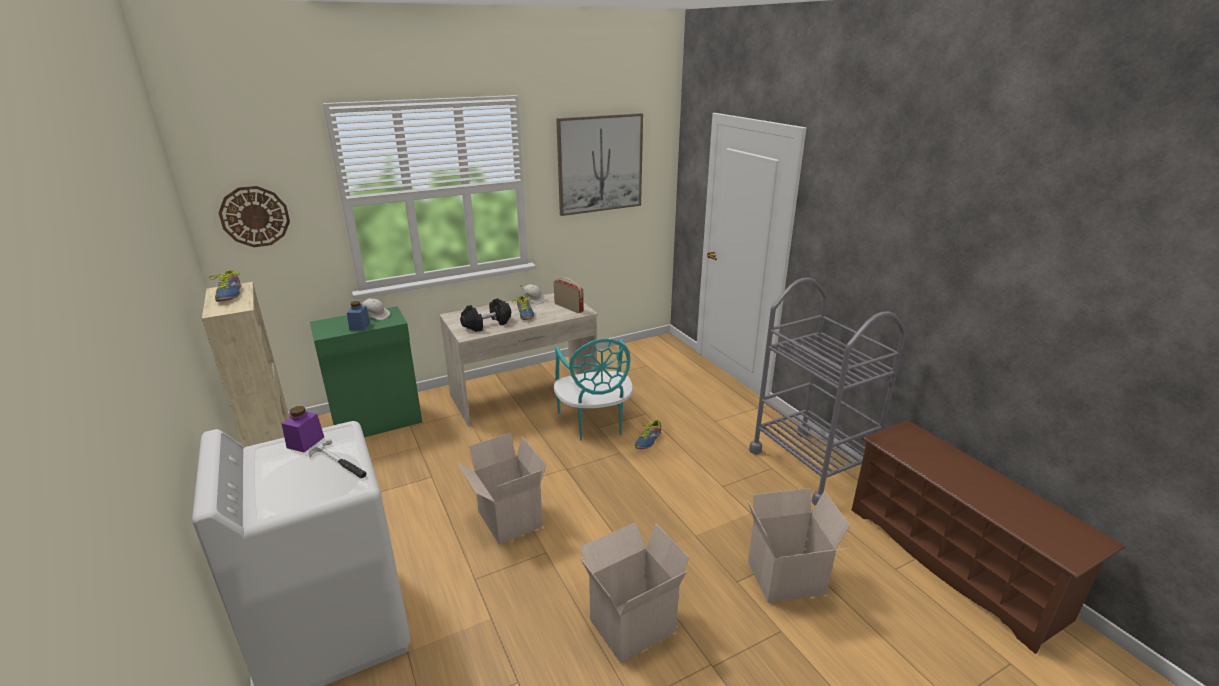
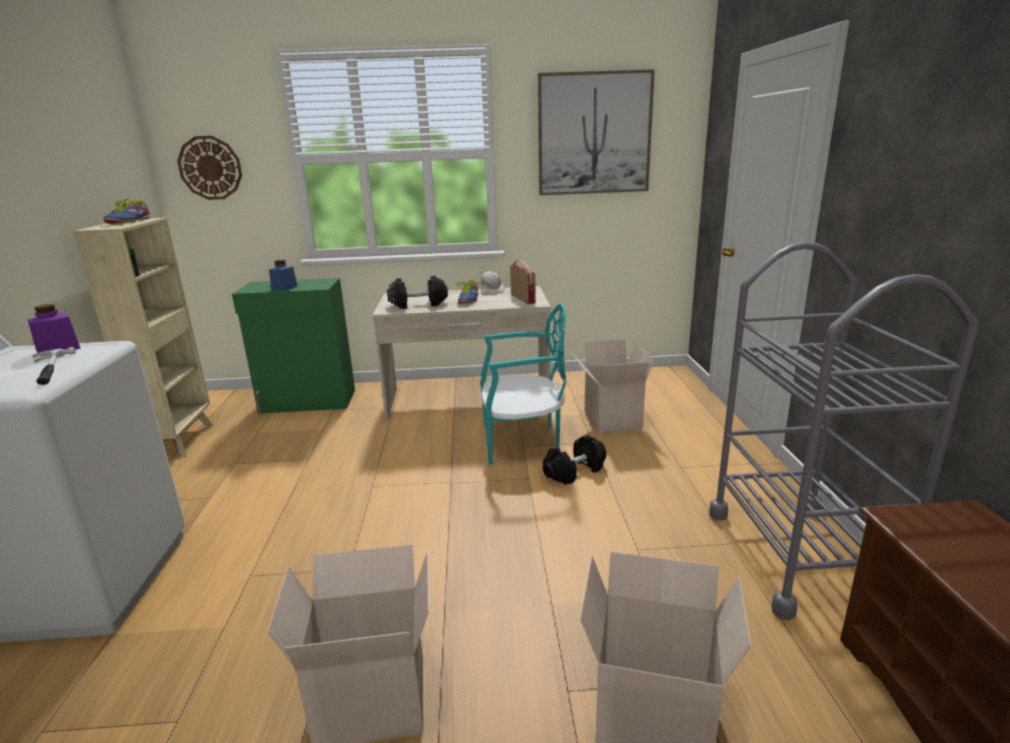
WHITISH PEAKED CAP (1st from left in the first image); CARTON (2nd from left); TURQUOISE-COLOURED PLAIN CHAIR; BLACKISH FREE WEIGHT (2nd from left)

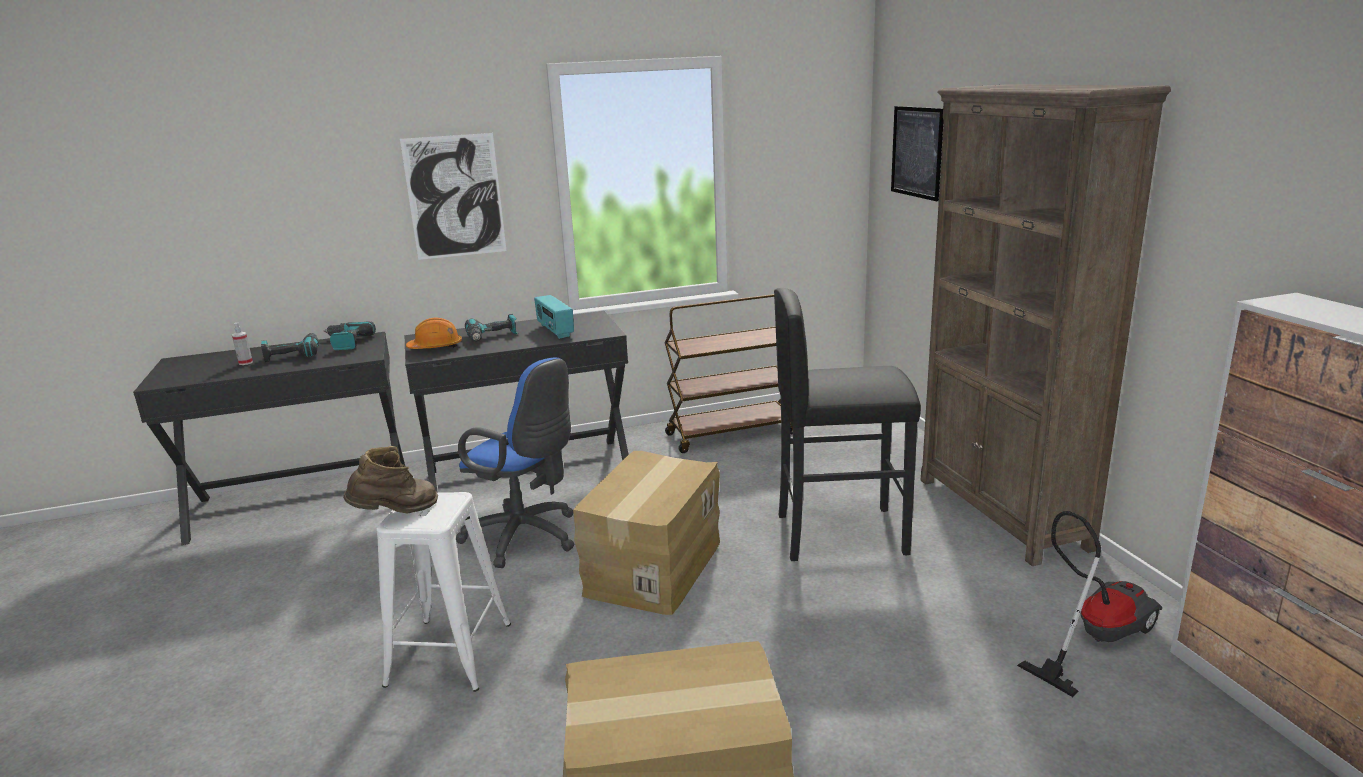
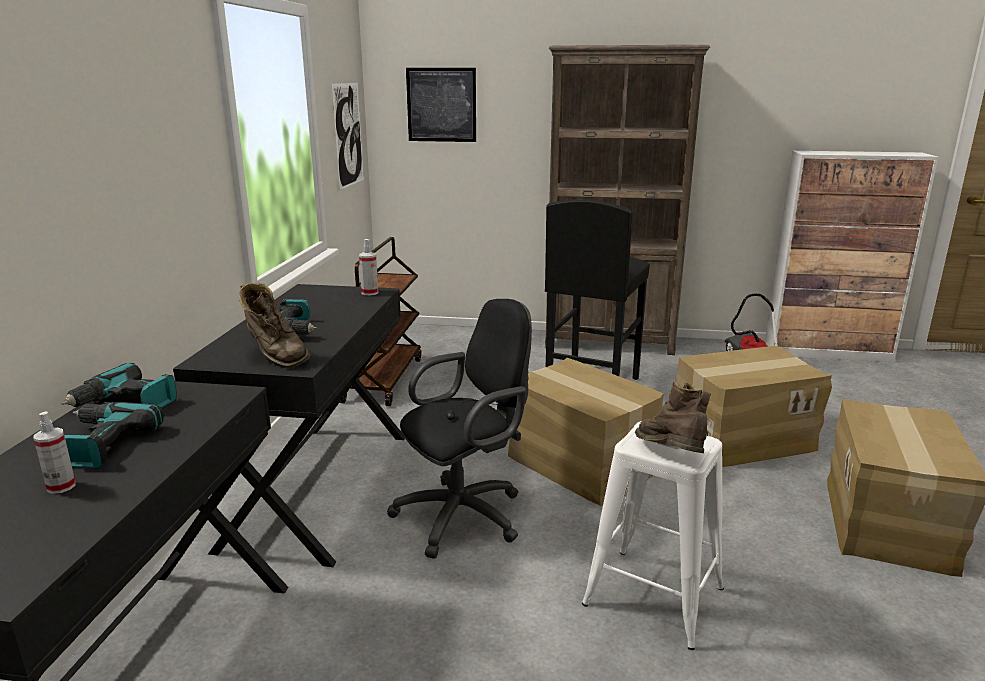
WALL ART (1st from left); BROWN TALL BOOT (1st from left); BLACKISH DESK CHAIR; RADIO RECEIVER; SPRAY BOTTLE (2nd from left); CARTON (2nd from left)

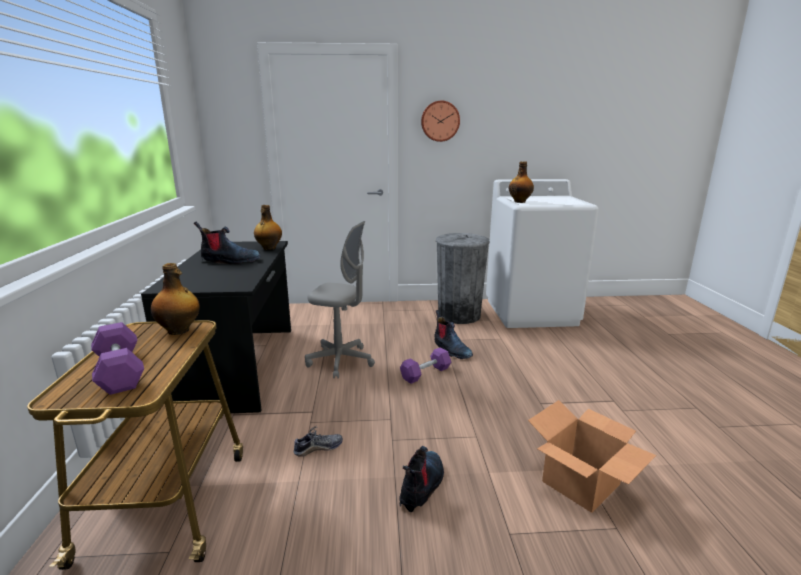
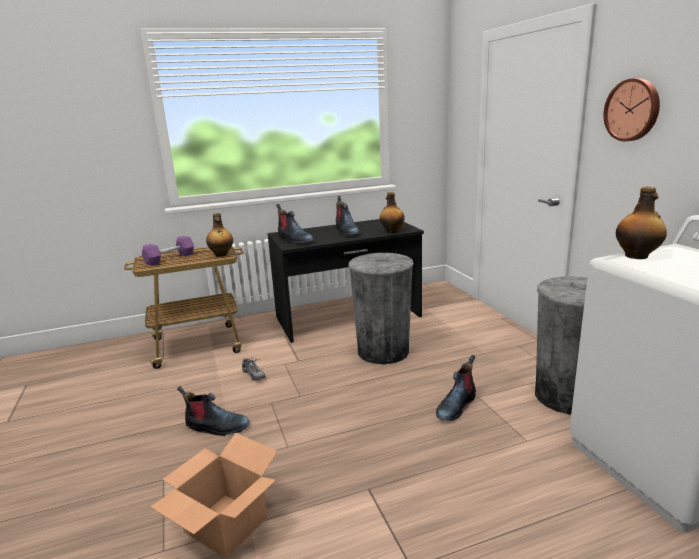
GREY RUBBISH BIN (1st from left); PURPLISH FREE WEIGHT (2nd from left in the first image); TALL BOOT (2nd from left)

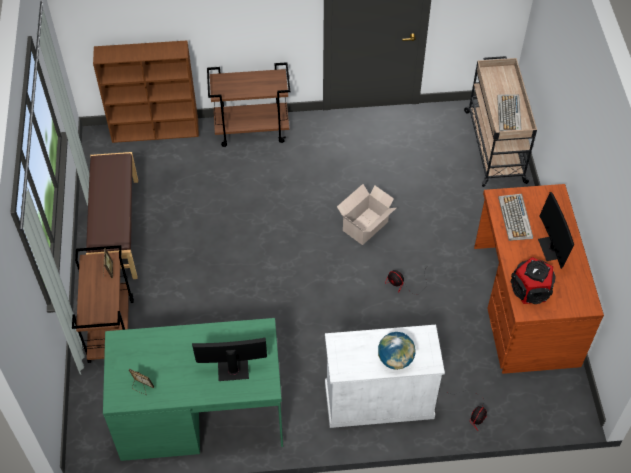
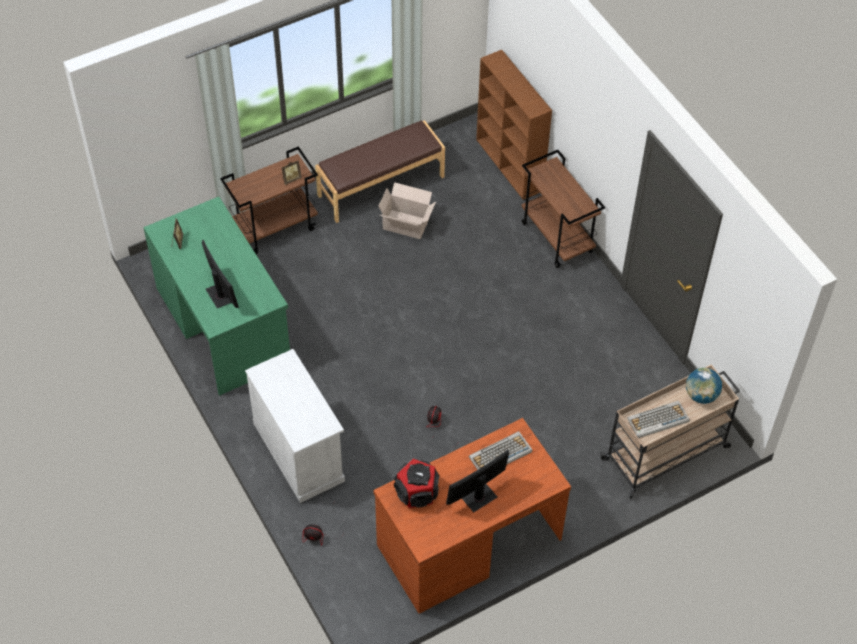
CARTON; DESK GLOBE

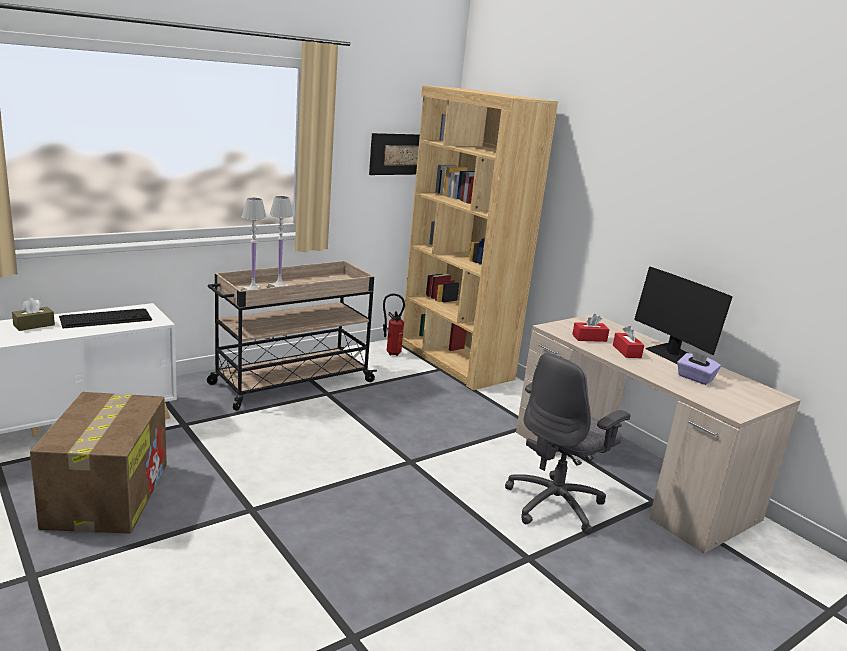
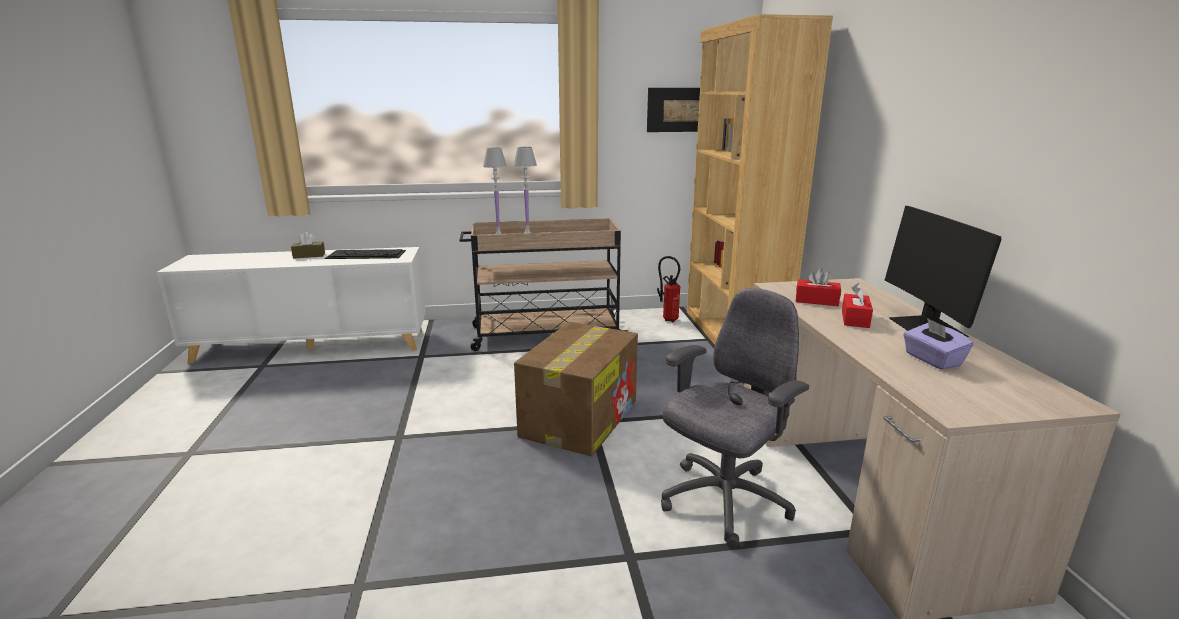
CARTON; GREY DESK CHAIR

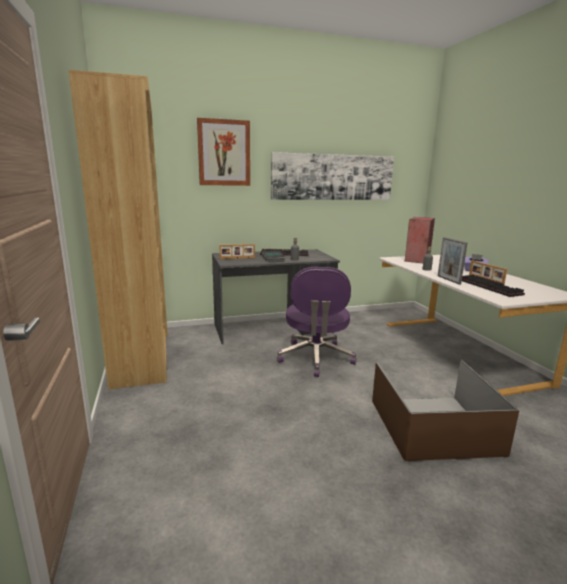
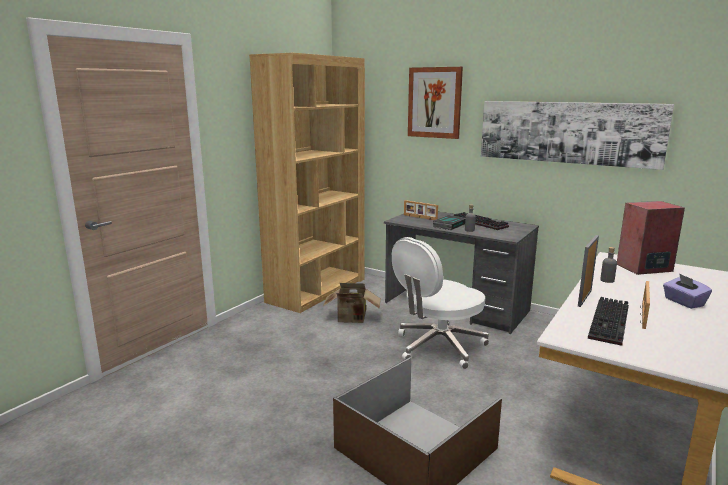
WHITISH DESK CHAIR; CARTON

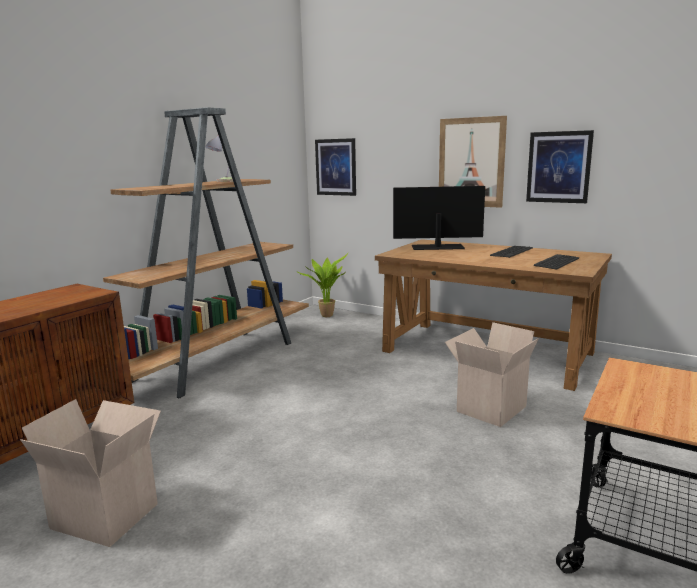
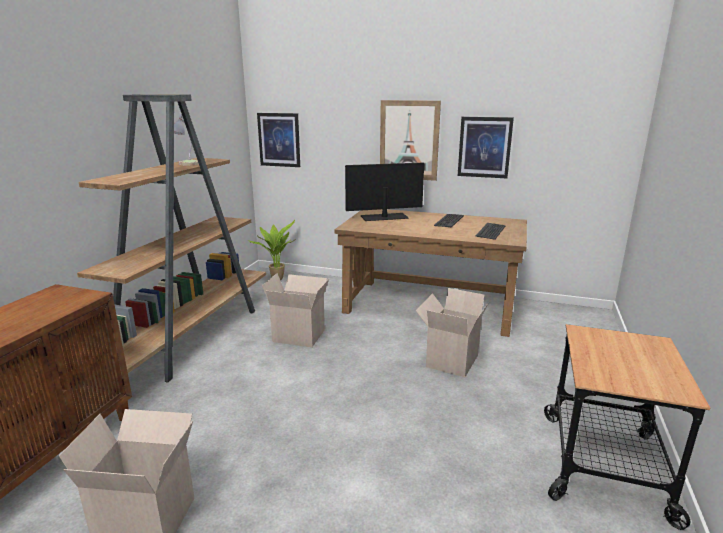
CARTON (2nd from left)

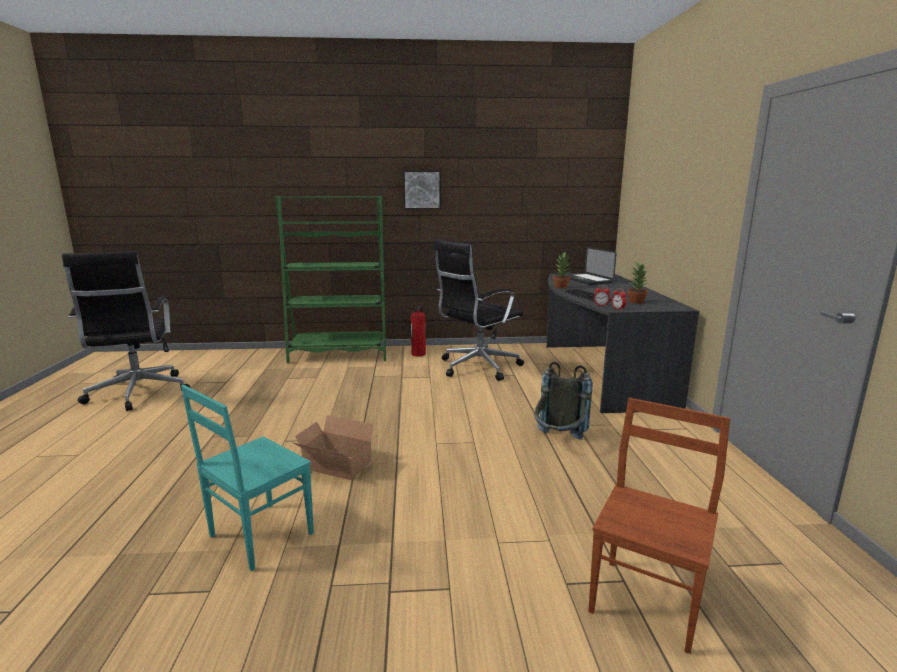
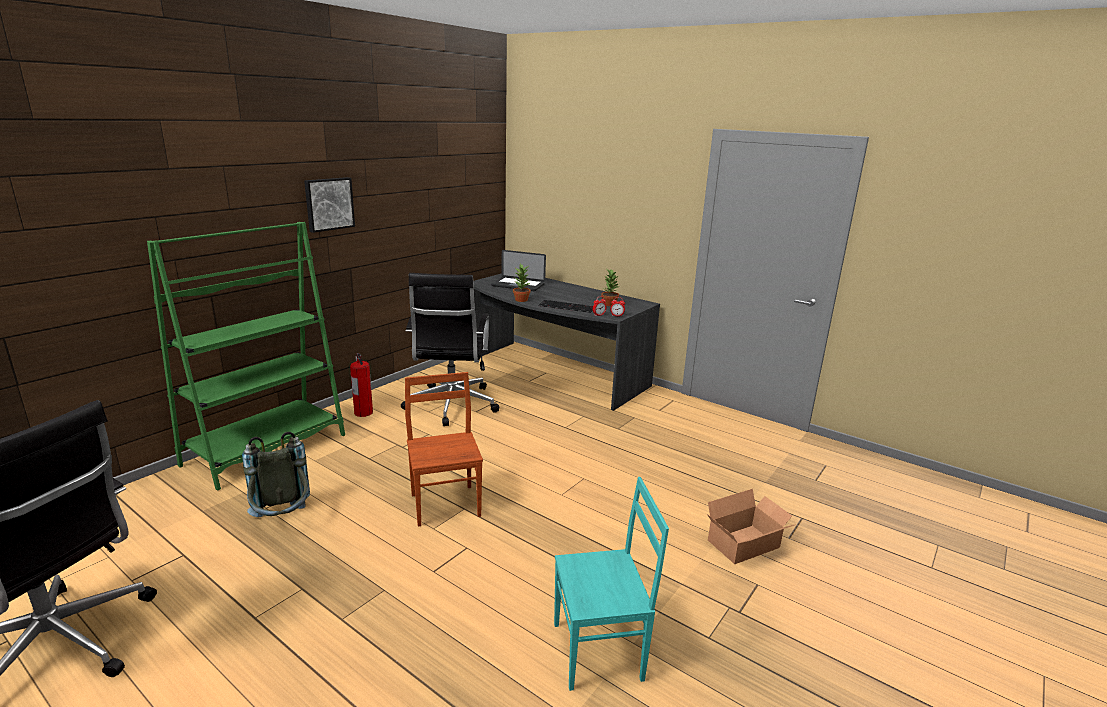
TURQUOISE-COLOURED PLAIN CHAIR; CARTON; GREY KNAPSACK; BROWN PLAIN CHAIR

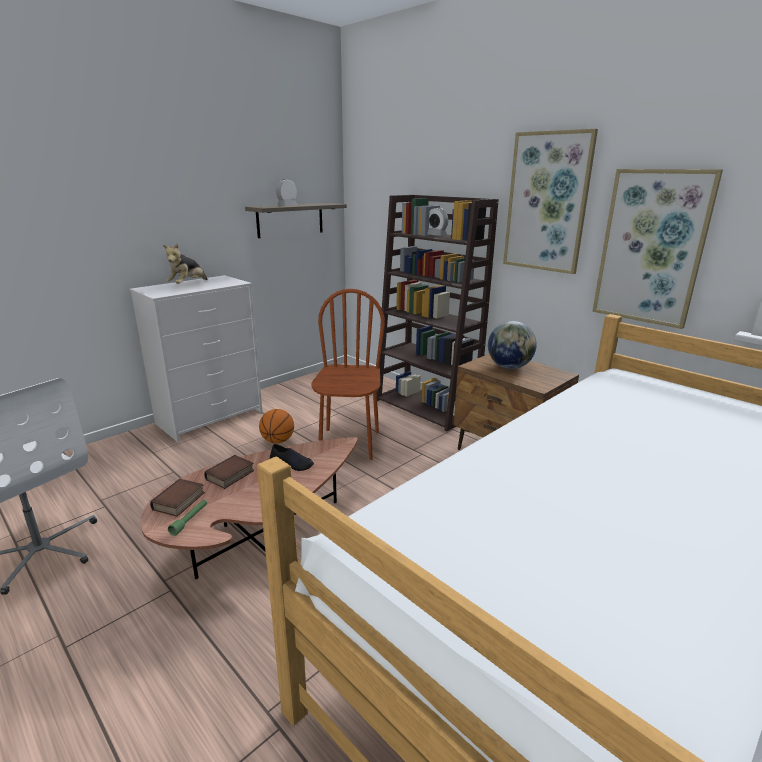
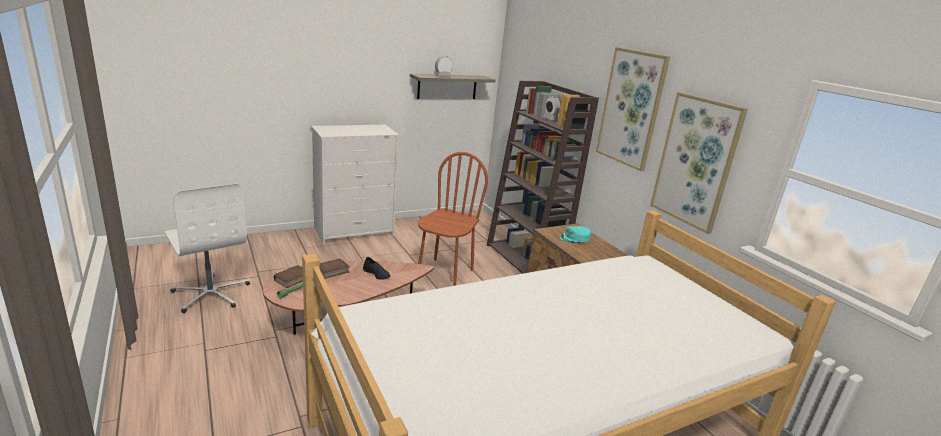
CUDDLY TOY; BASKETBALL BALL; TURQUOISE-COLOURED PEAKED CAP

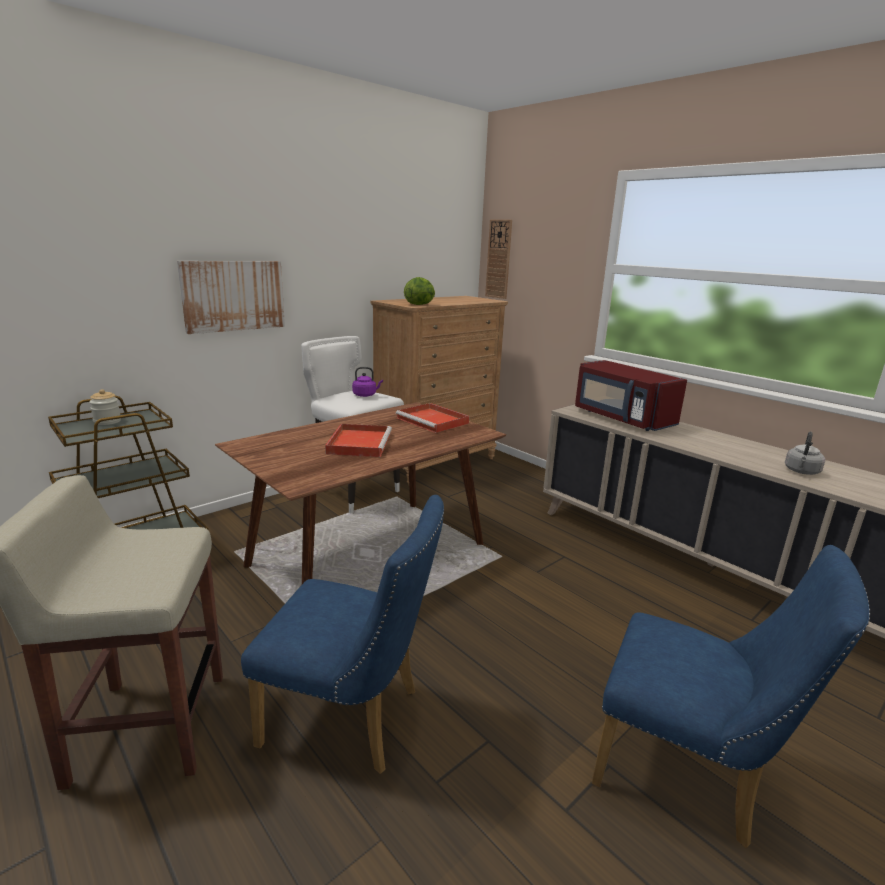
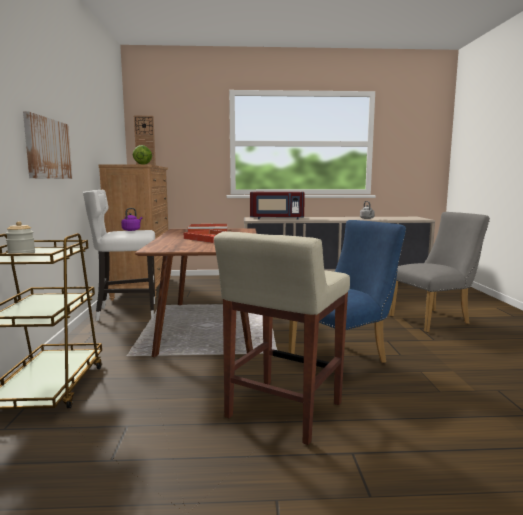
GREY PLAIN CHAIR

